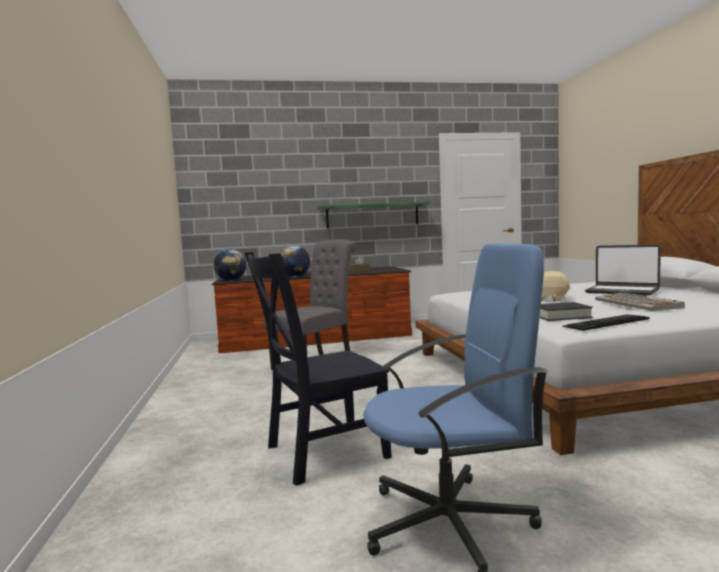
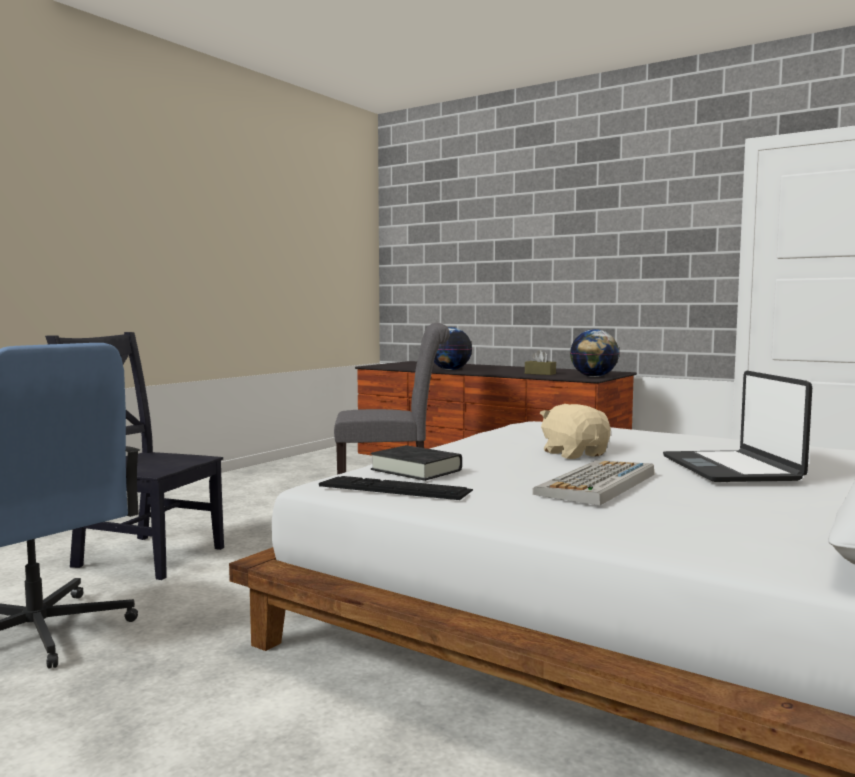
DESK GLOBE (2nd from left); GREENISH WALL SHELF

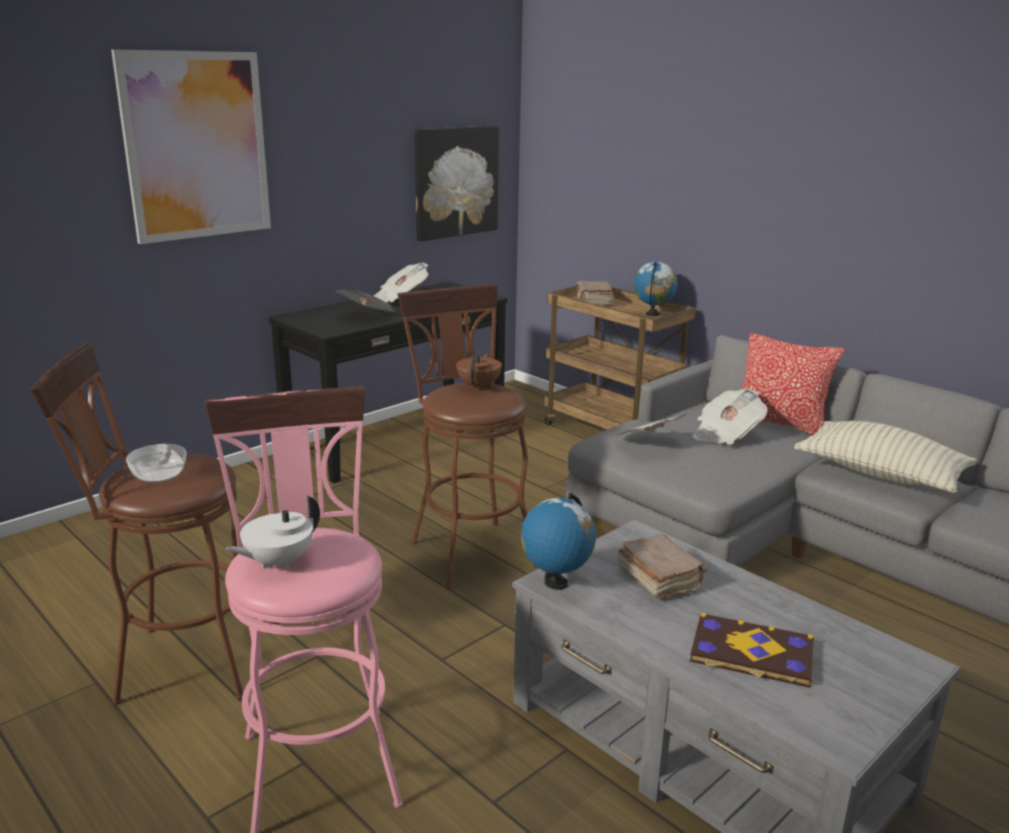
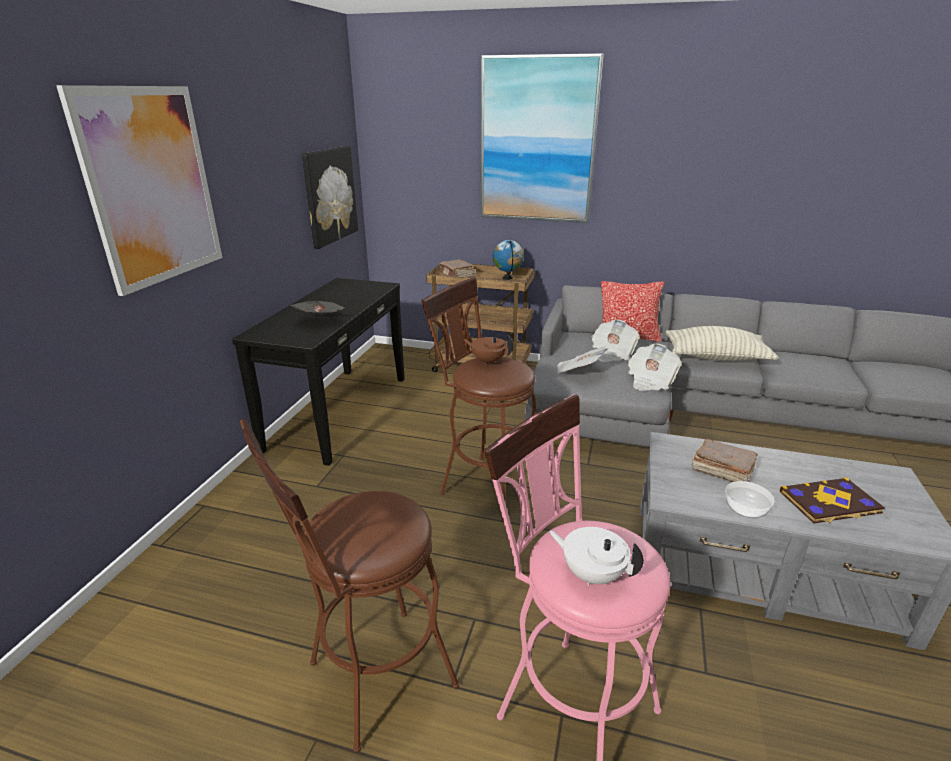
BOWL; WHITISH TEAPOT; DAILY PAPER (4th from left); BROWN TEAPOT; DESK GLOBE (1st from left in the first image); WALL ART (3rd from left)

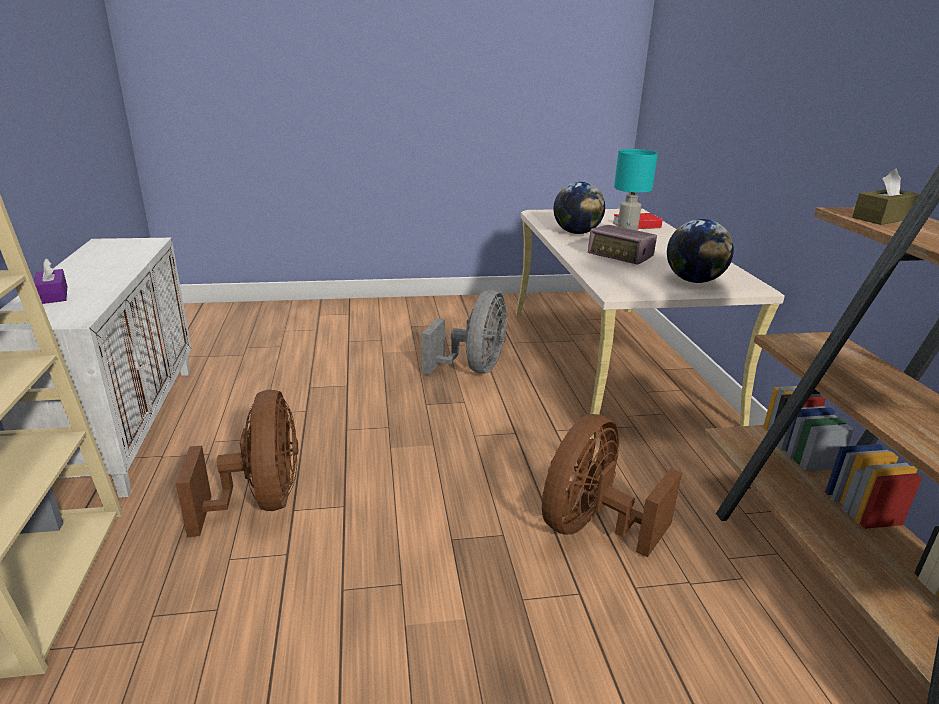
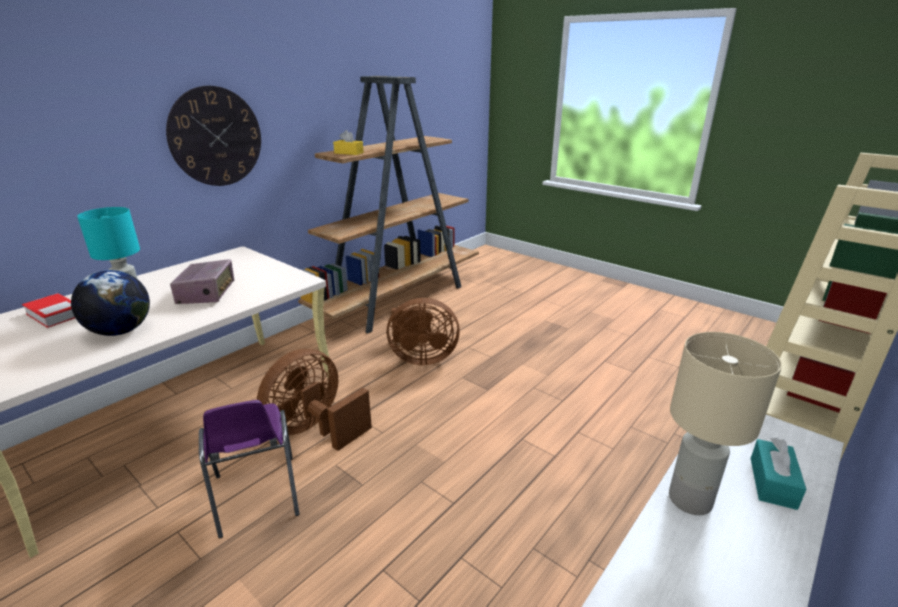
TURQUOISE-COLOURED TISSUE BOX; BROWN COOLING FAN (1st from left); PURPLISH PLAIN CHAIR; DESK GLOBE (2nd from left in the first image); YELLOW-COLOURED TISSUE BOX; HANGING CLOCK; BEIGE-COLOURED TABLETOP LAMP

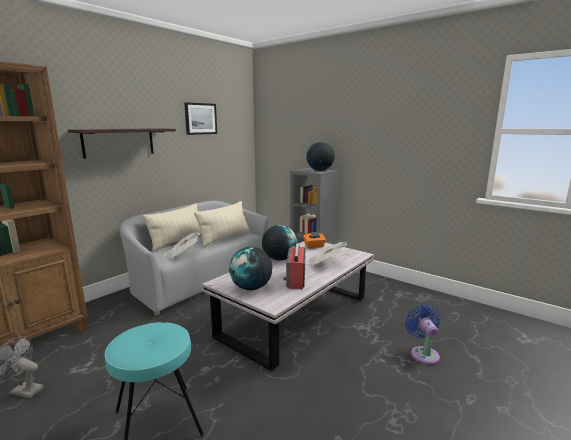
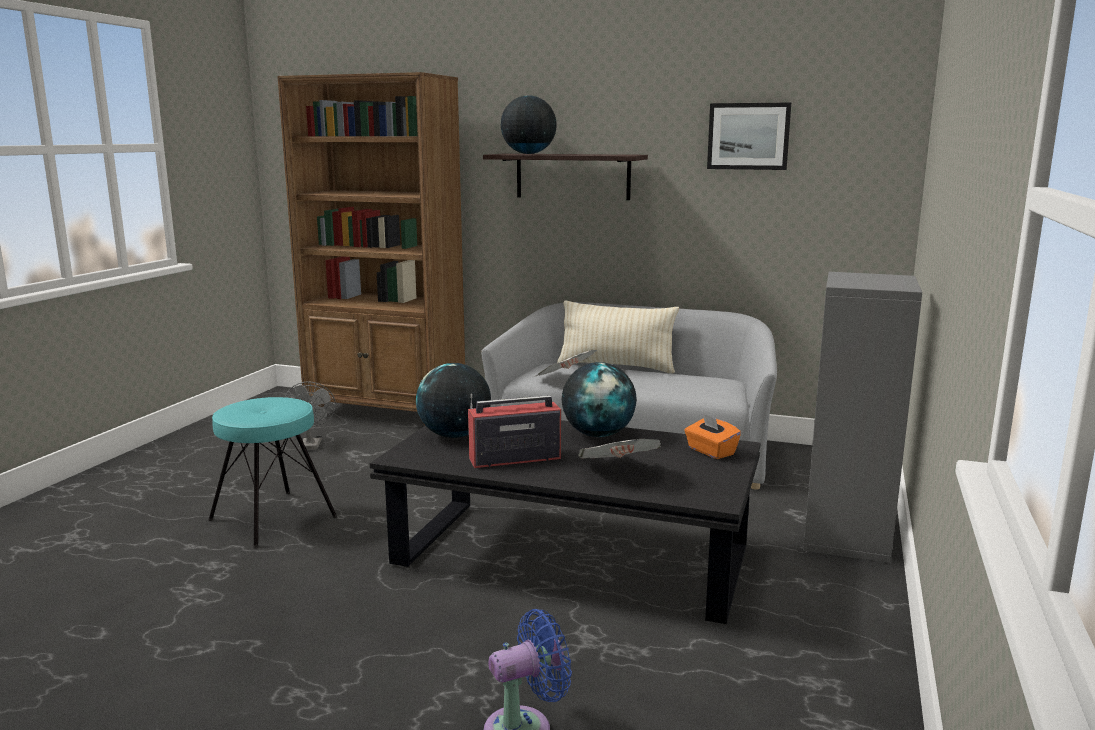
BEIGE-COLOURED CUSHION (2nd from left in the first image); BLACKISH LOW TABLE; DESK GLOBE (2nd from left)

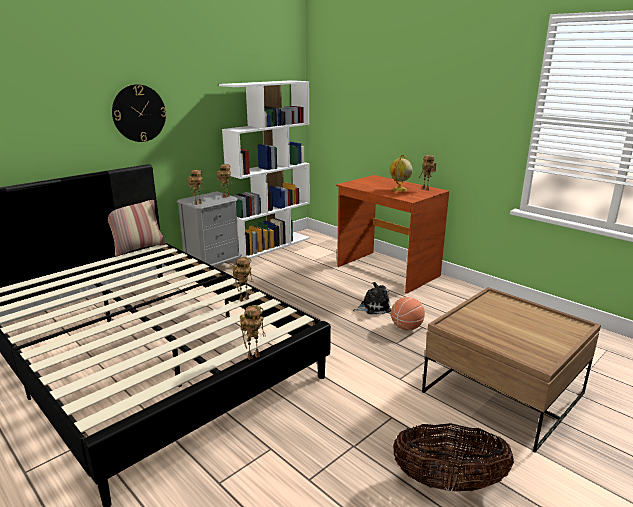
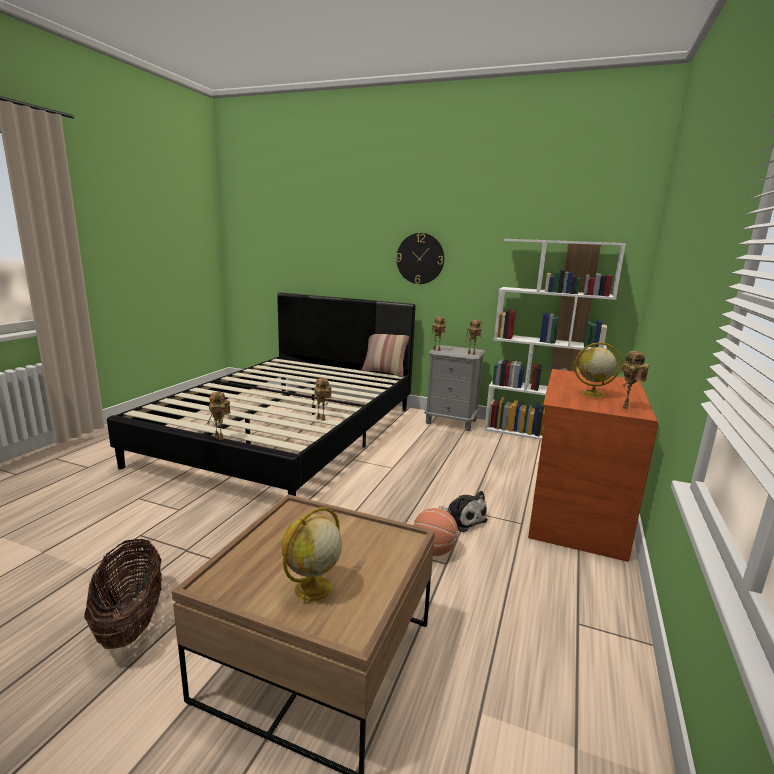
DESK GLOBE (1st from left)

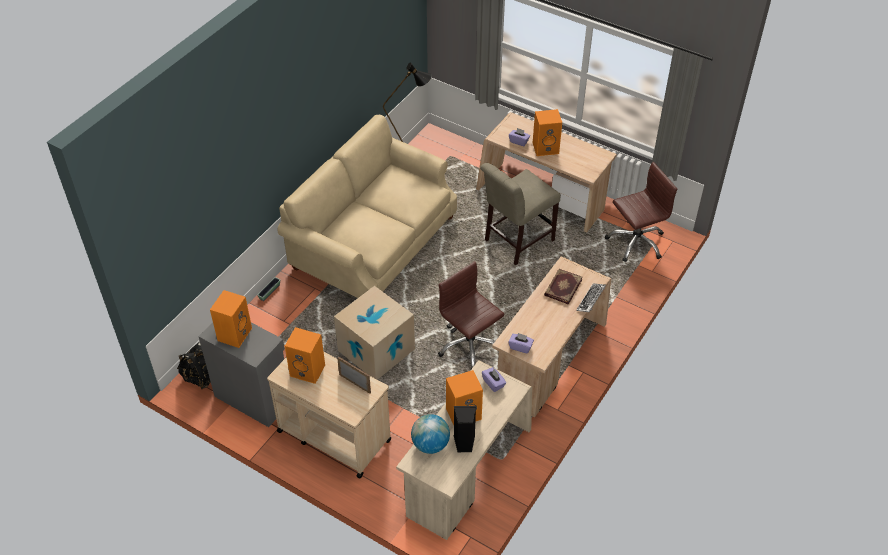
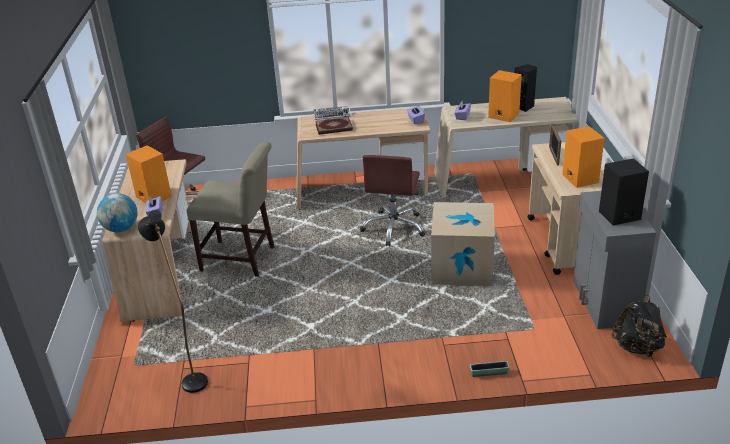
BLACKISH AUDIO SPEAKER (2nd from left); BEIGE-COLOURED COUCH; DESK GLOBE

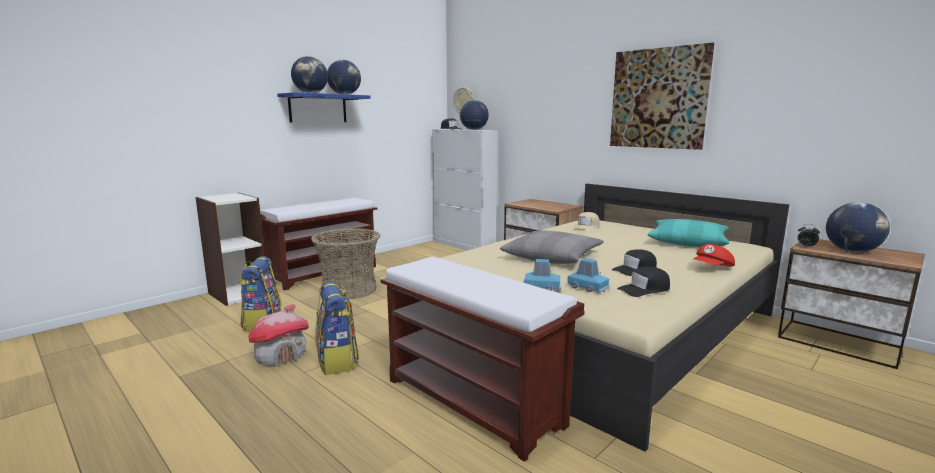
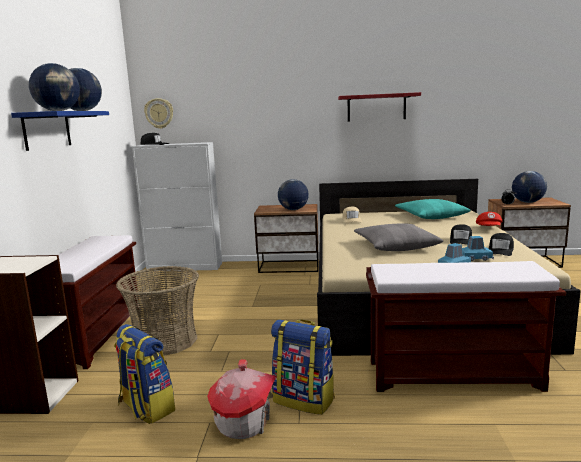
DESK GLOBE (3rd from left); REDDISH WALL SHELF

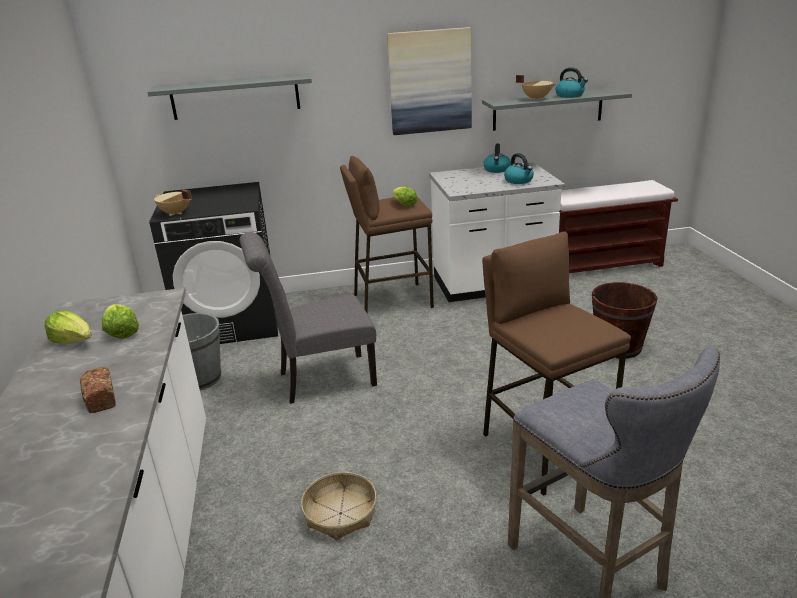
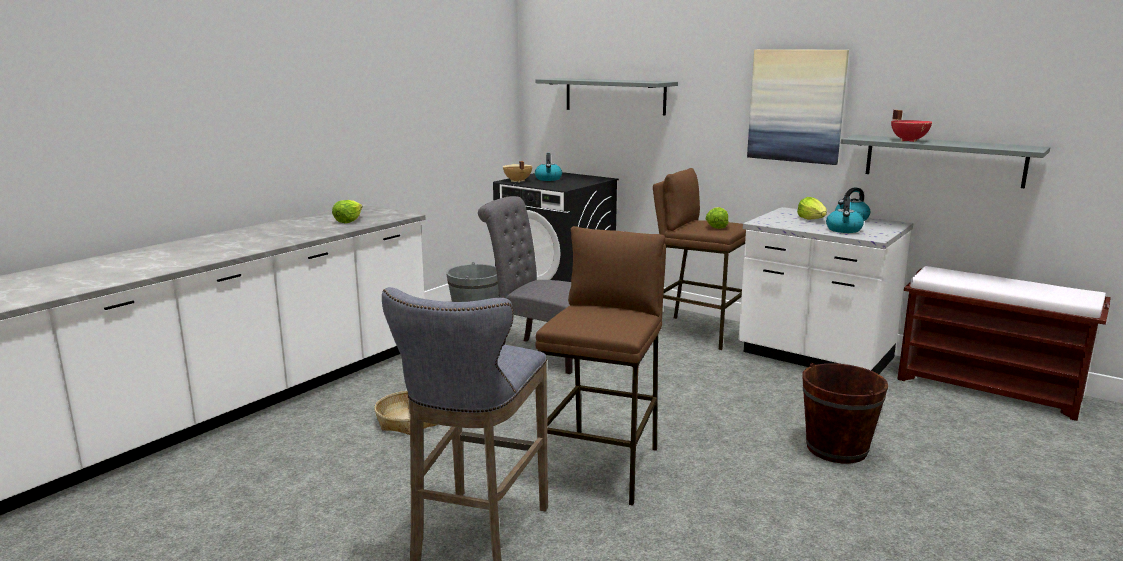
LETTUCE (3rd from left); BREAD; REDDISH STOCKPOT; TEA KETTLE (1st from left)

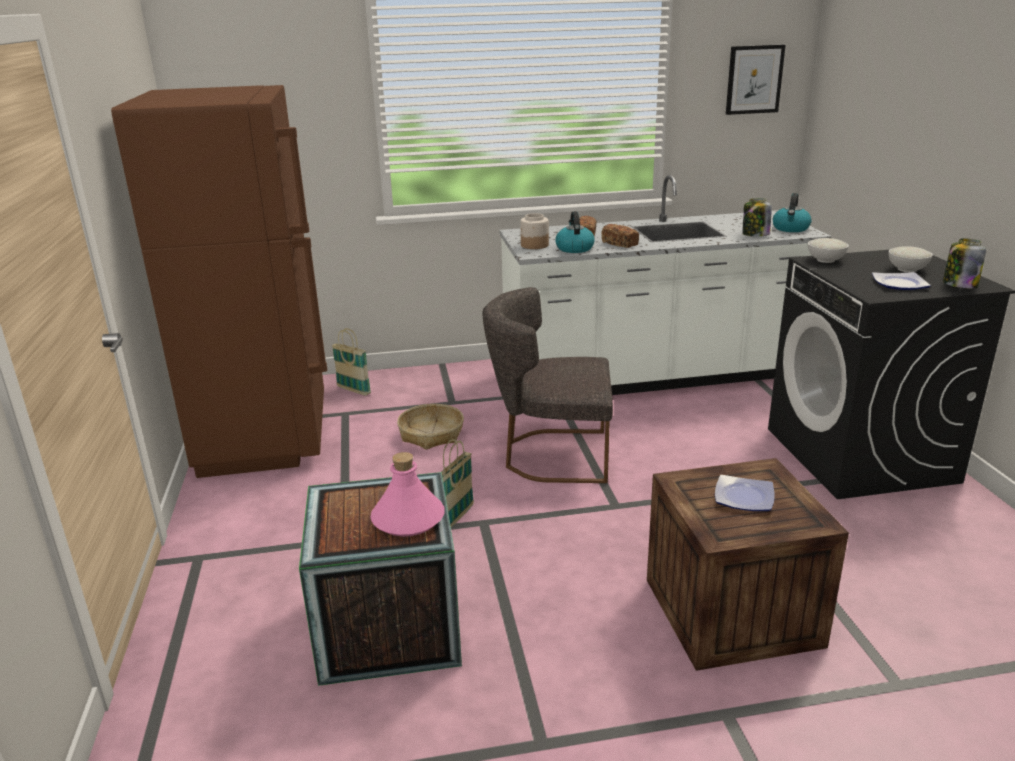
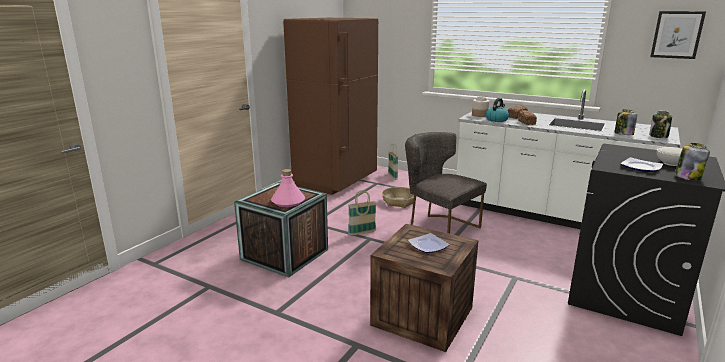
JAR (3rd from left); WHITISH BOWL (1st from left in the first image)

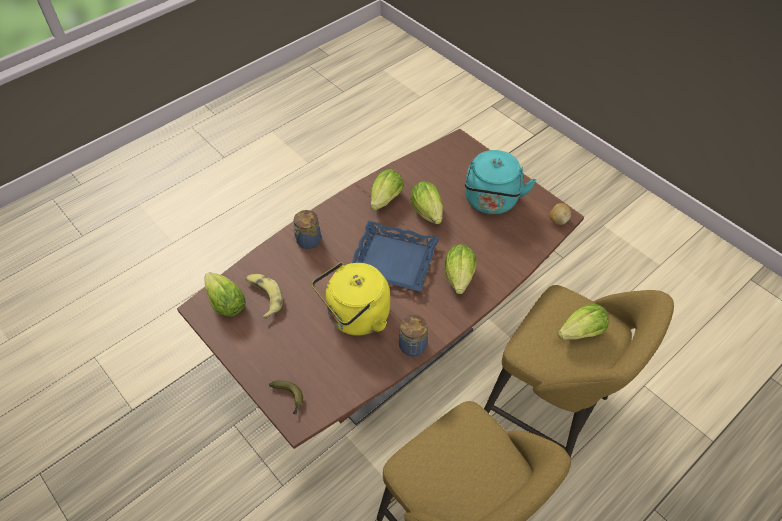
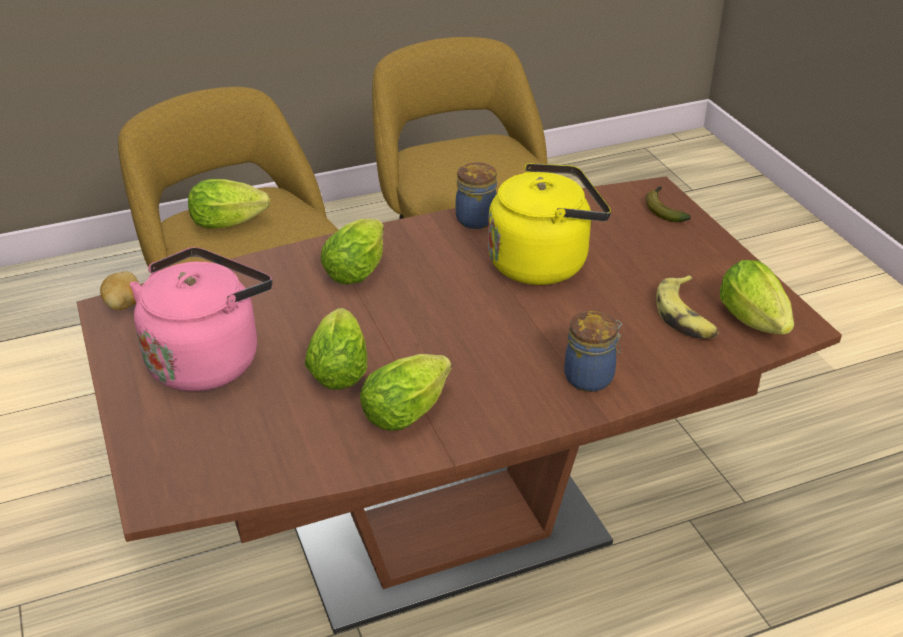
BLUE-COLOURED TRAY; PINK-COLOURED TEA KETTLE

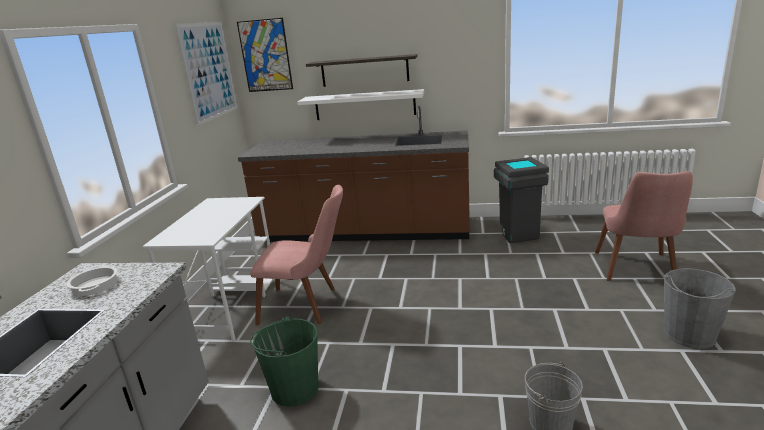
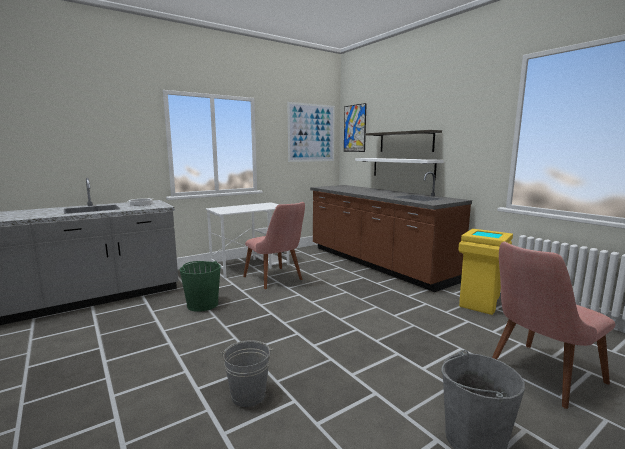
YELLOW-COLOURED RUBBISH BIN

